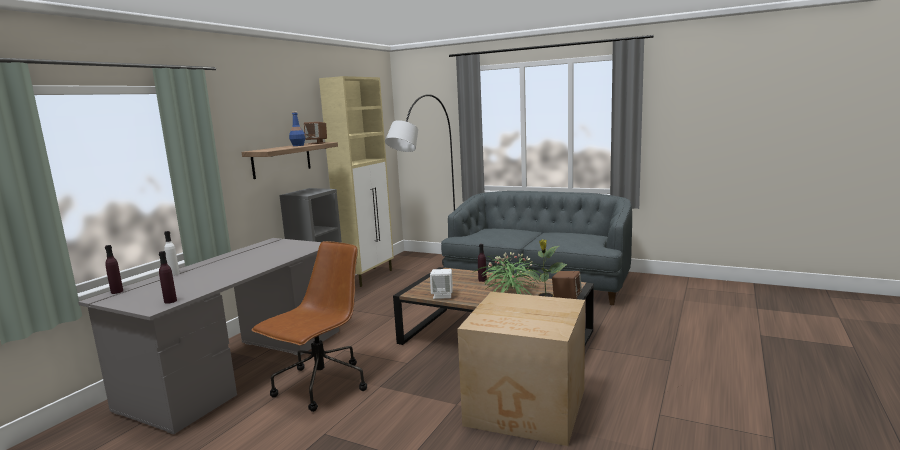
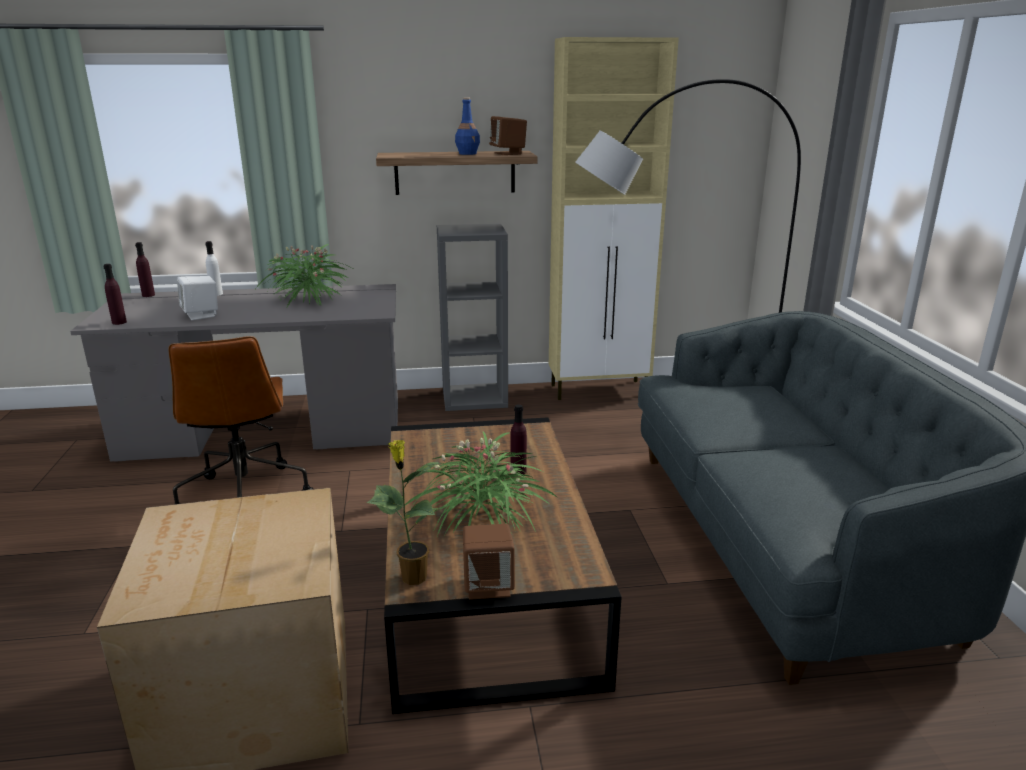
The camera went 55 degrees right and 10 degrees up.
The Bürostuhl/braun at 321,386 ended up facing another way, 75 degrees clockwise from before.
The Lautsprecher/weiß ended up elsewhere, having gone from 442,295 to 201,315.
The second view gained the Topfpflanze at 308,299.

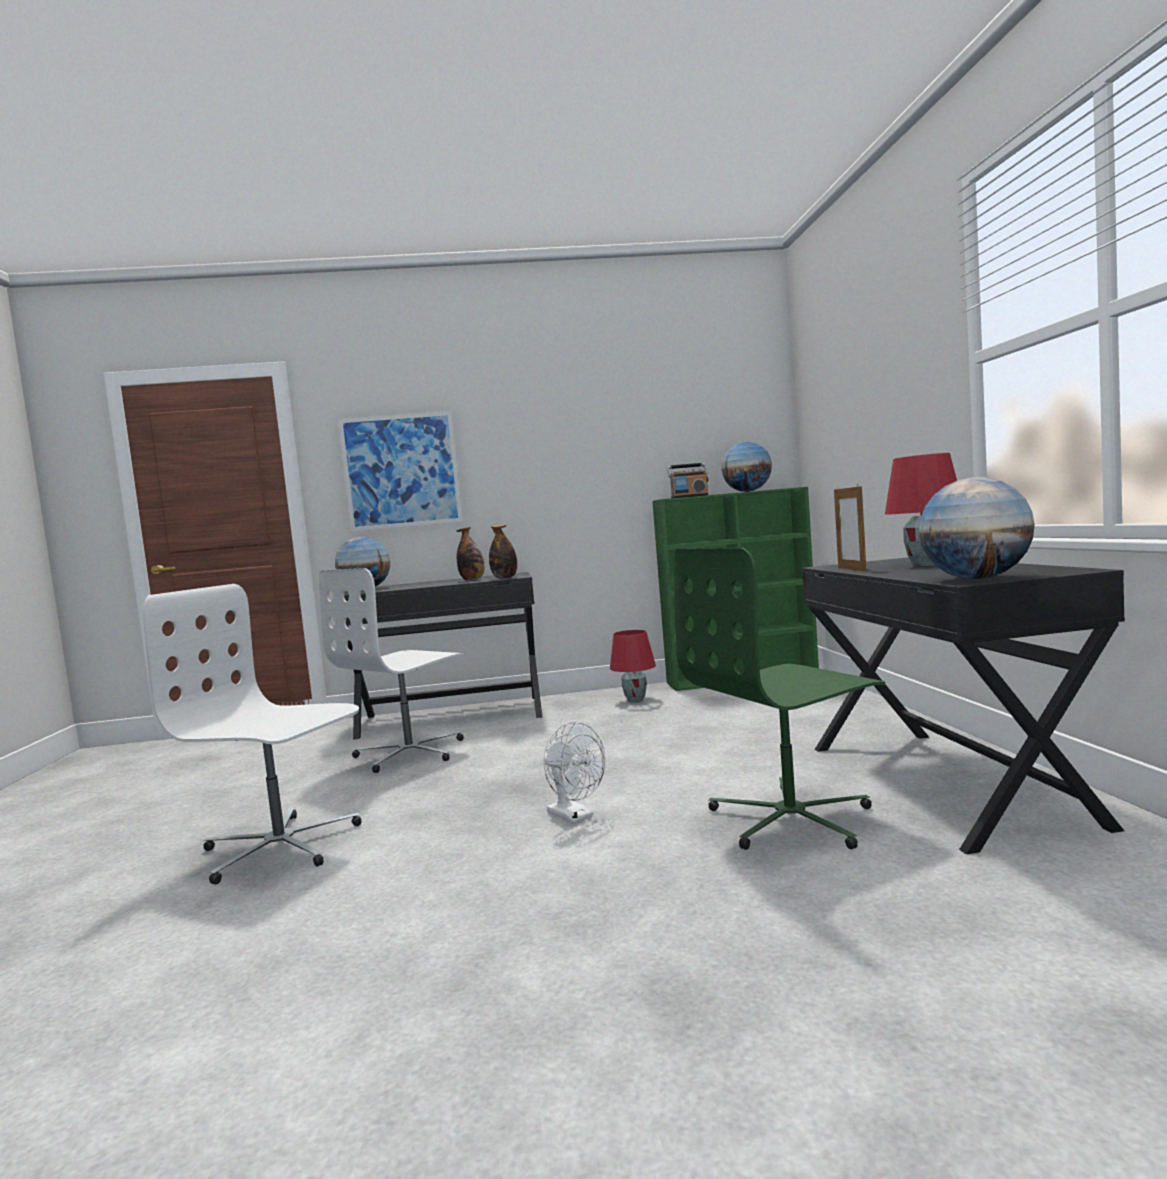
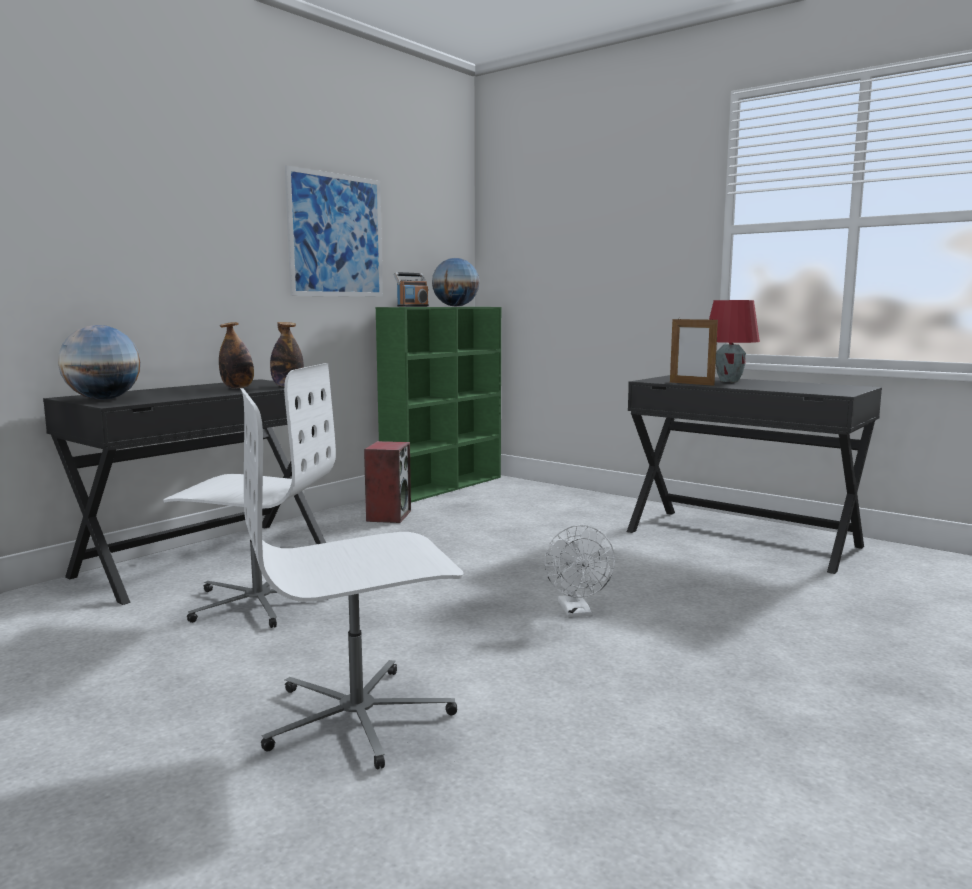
The camera went 45 degrees left and 5 degrees up.
The Bild ended up elsewhere, having gone from 401,471 to 336,235.
The second view lost the Globus at 977,579.
The second view lost the Bürostuhl/grün at 792,819.
The Bürostuhl/weiß at 410,753 ended up facing another way, 75 degrees counterclockwise from before.
Where the Tischlampe/rot stood at 635,700, the Lautsprecher came to stand at 388,515.
The Ventilator/weiß at 575,816 ended up facing another way, 75 degrees clockwise from before.

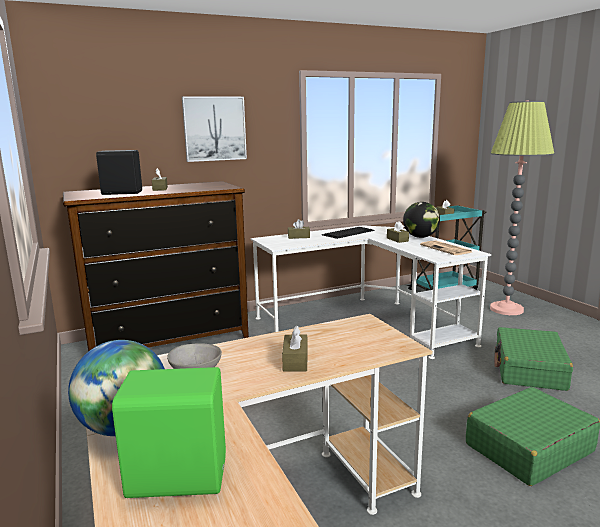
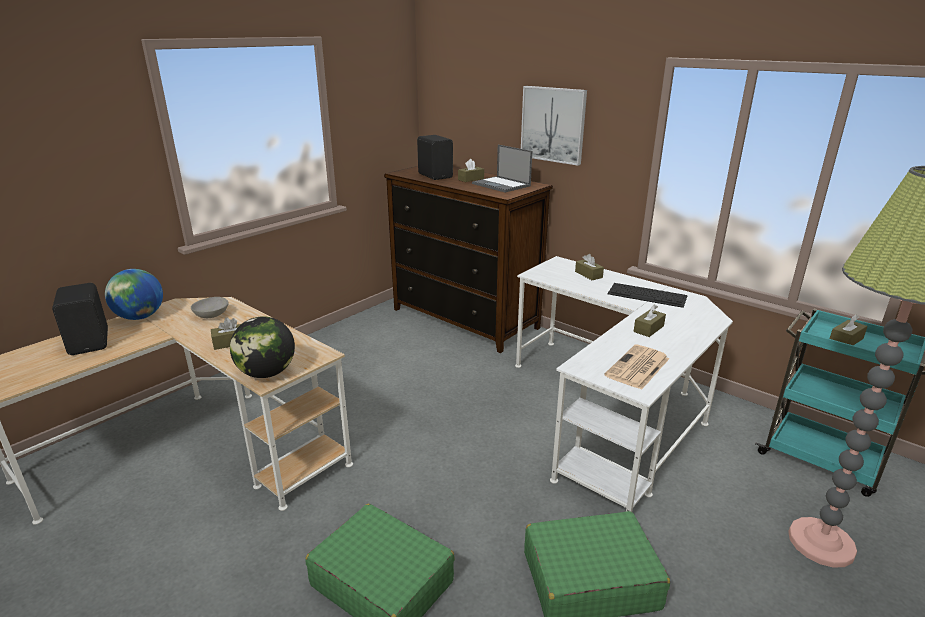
The camera went 65 degrees right and 10 degrees up.
The Globus ended up elsewhere, having gone from 420,237 to 267,373.
What was the Lautsprecher/grün at 176,475 turned into the Lautsprecher/schwarz at 91,342.
The second view gained the Laptop at 502,185.

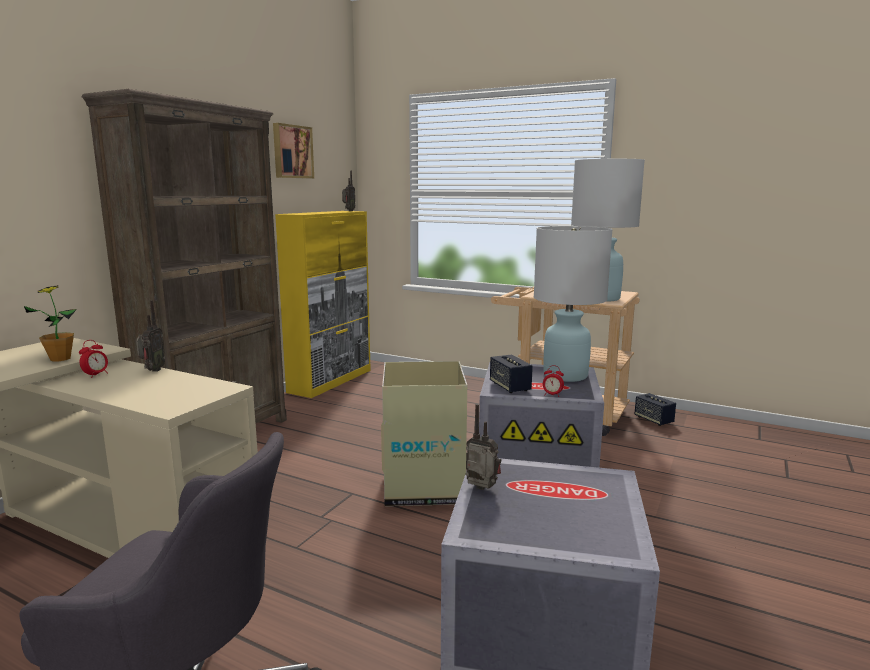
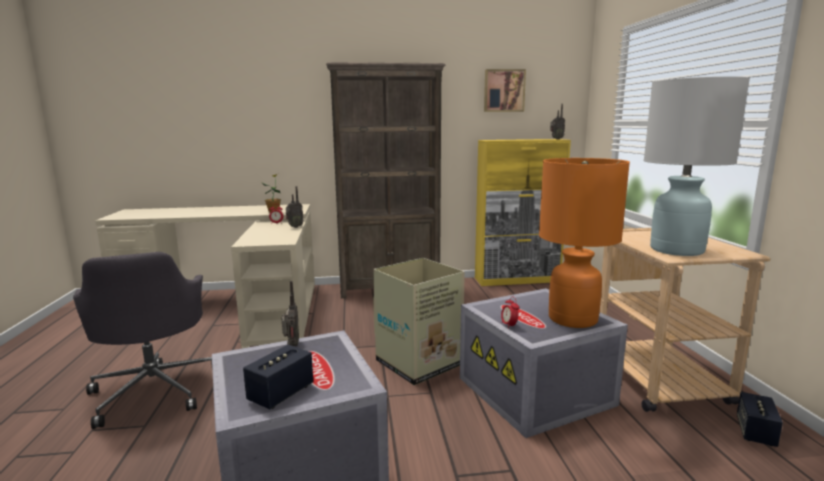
The camera went 55 degrees right and 0 degrees up.
What was the Tischlampe/weiß at 565,375 turned into the Tischlampe/orange at 572,319.
The Lautsprecher ended up elsewhere, having gone from 510,387 to 281,394.

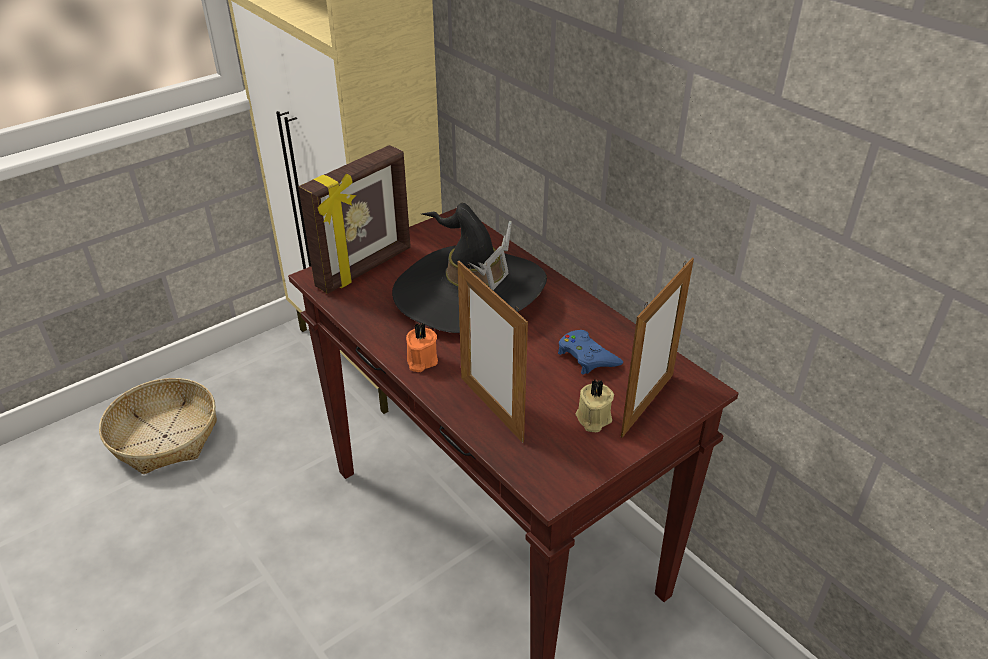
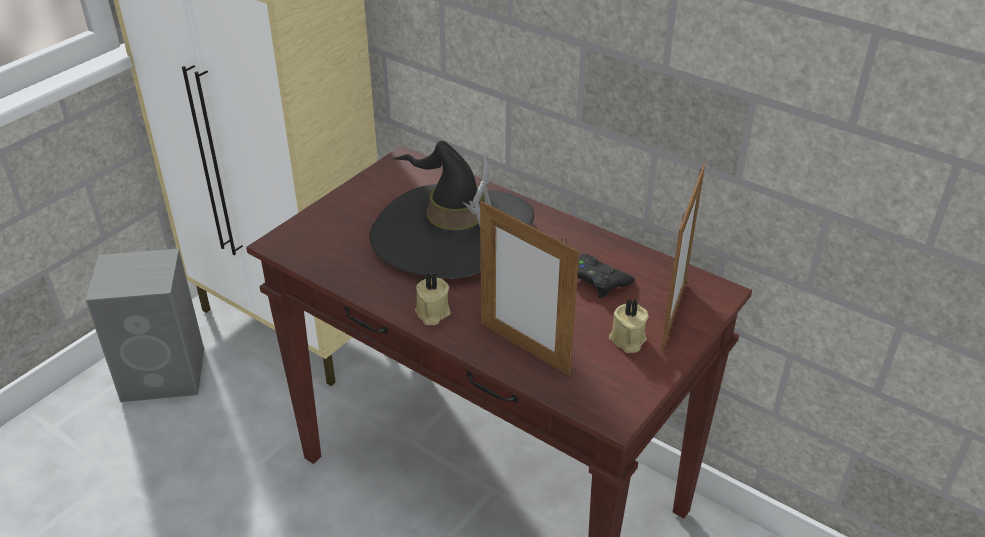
The camera went 15 degrees left and 0 degrees up.
The second view lost the Bilderrahmen at 365,268.
What was the Kerze/orange at 421,361 turned into the Kerze/beige at 431,313.
What was the Gamepad/blau at 587,357 turned into the Gamepad/schwarz at 597,280.
The second view lost the Korb at 165,436.
The second view gained the Lautsprecher/grau at 166,374.

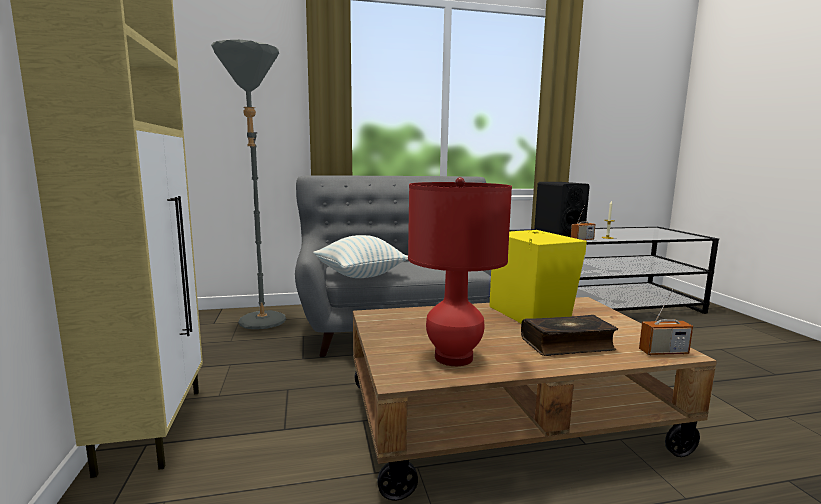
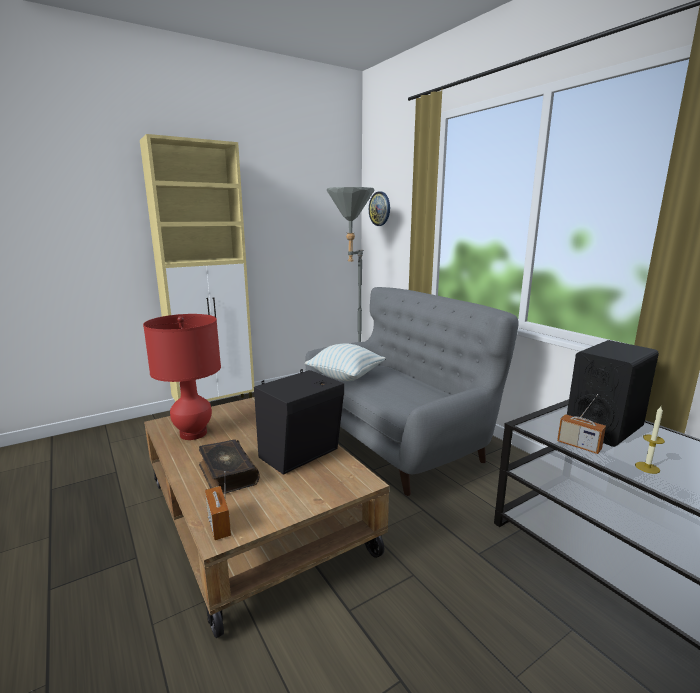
The camera went 70 degrees right and 5 degrees up.
What was the Lautsprecher/gelb at 530,313 turned into the Lautsprecher/schwarz at 302,454.
The second view gained the Wanduhr at 380,208.

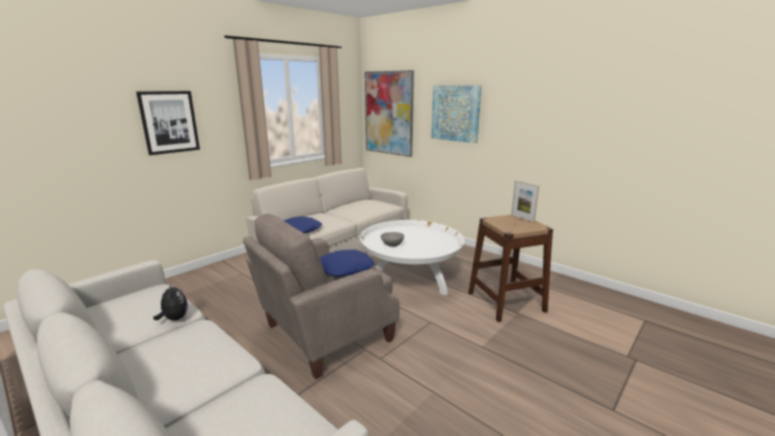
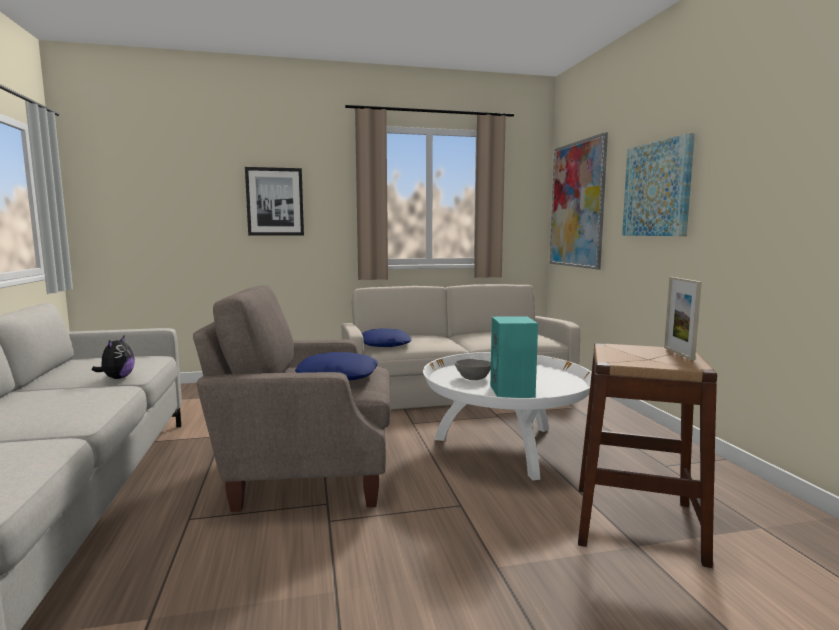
The camera went 35 degrees right and 10 degrees down.
The second view gained the Lautsprecher/türkis at 513,392.

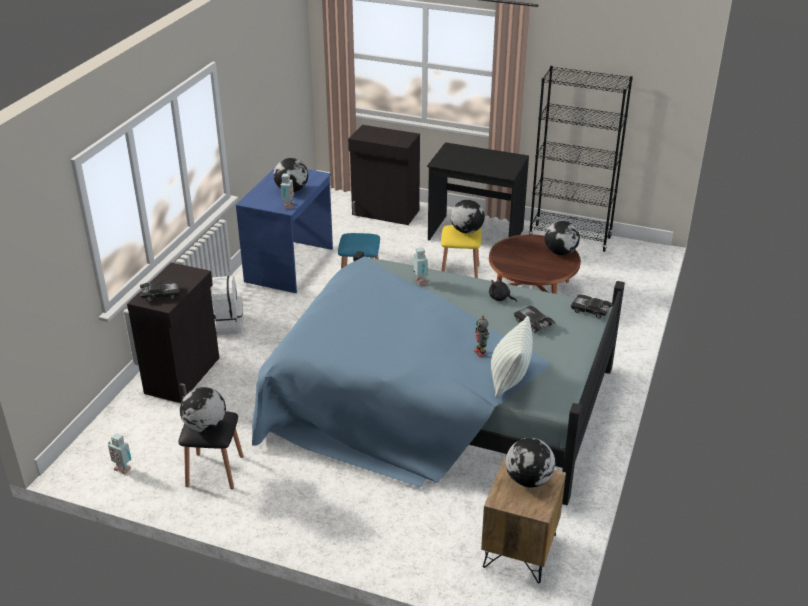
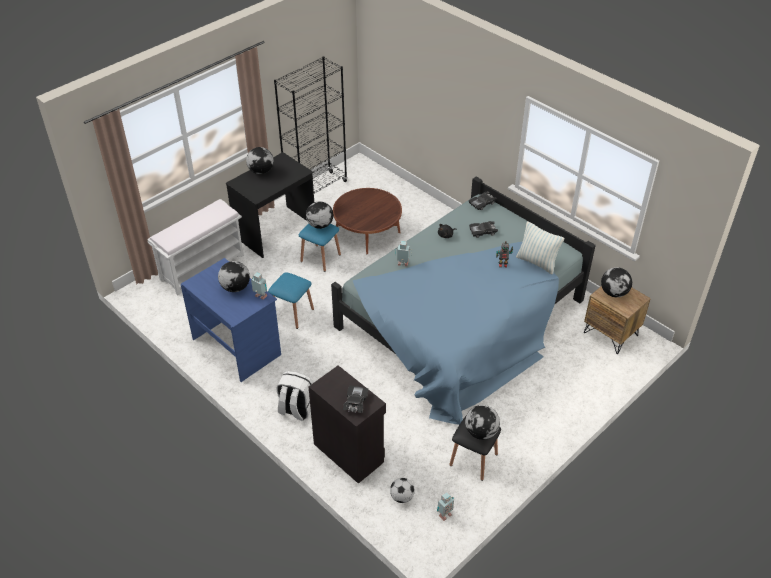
The camera went 65 degrees left and 10 degrees up.
Where the Schrank/schwarz stood at 385,213, the Bank/weiß came to stand at 203,267.
The Globus ended up elsewhere, having gone from 560,252 to 261,171.
What was the Hocker/gelb at 459,273 turned into the Hocker/blau at 320,258.
The second view gained the Fußball at 402,497.

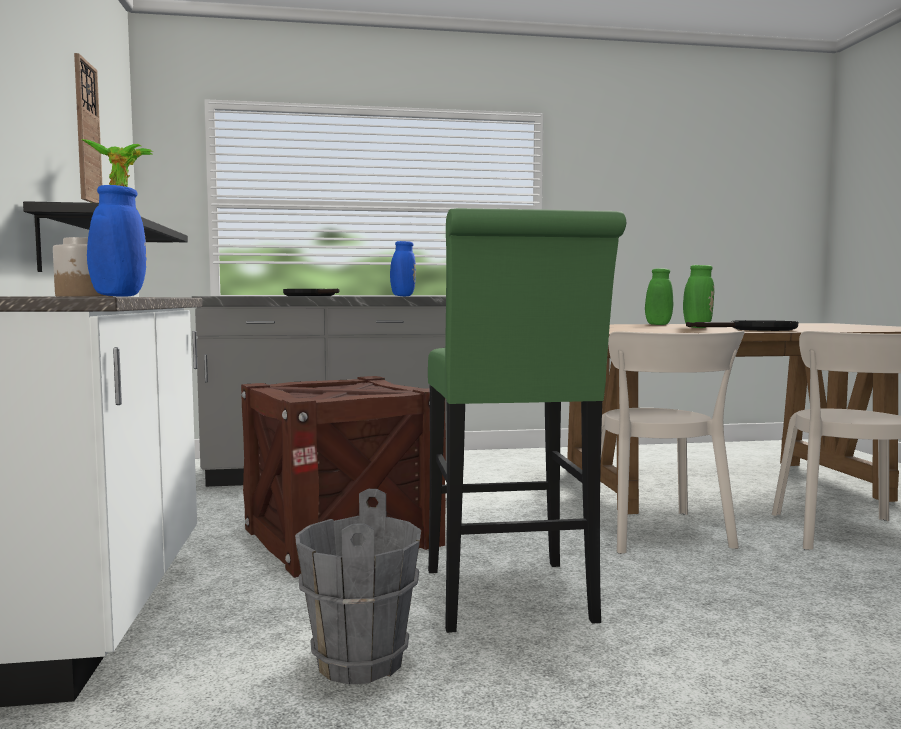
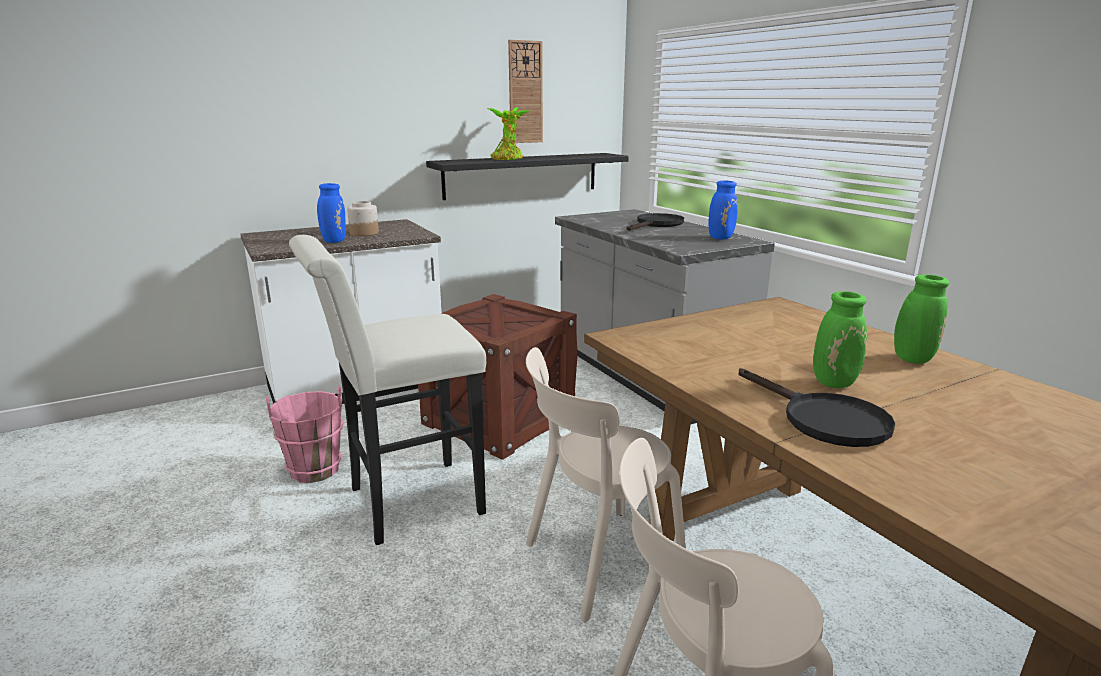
The camera went 70 degrees right and 15 degrees up.
What was the Hocker/grün at 510,601 turned into the Hocker/weiß at 405,503.
What was the Eimer/grau at 359,661 turned into the Eimer/rosa at 314,469.

